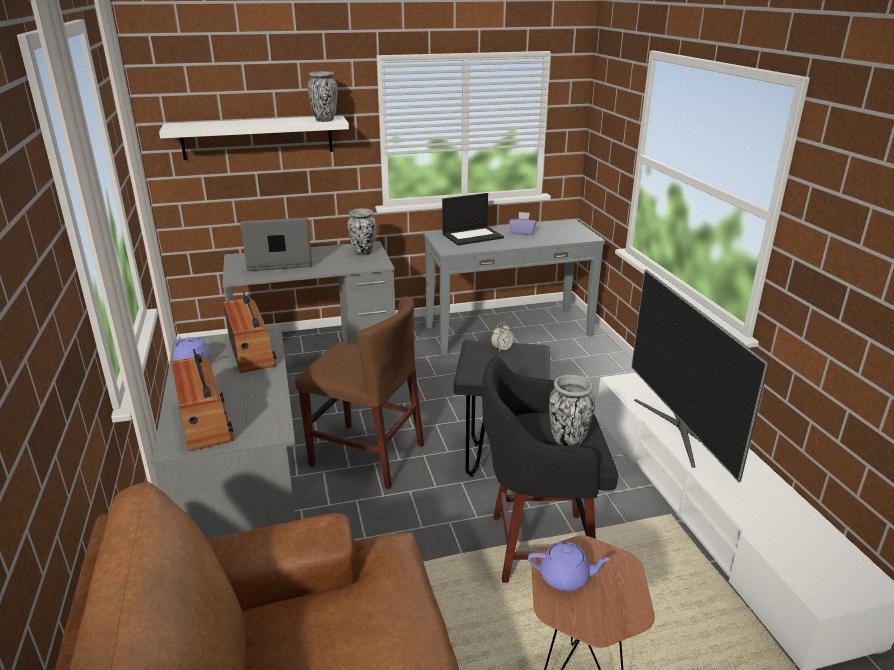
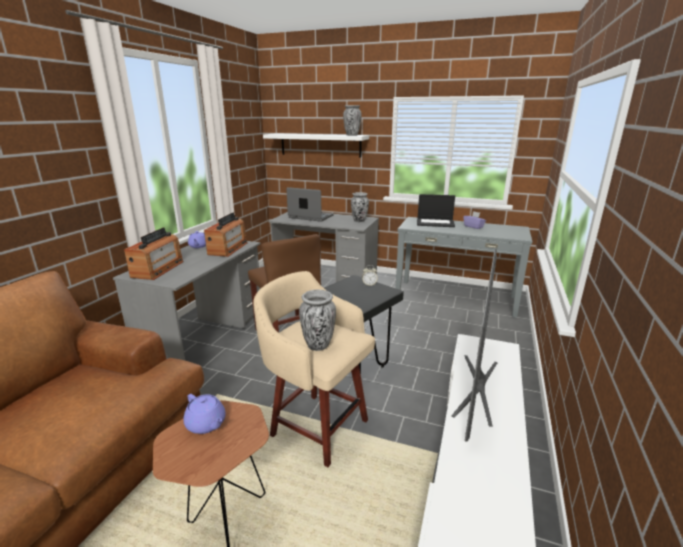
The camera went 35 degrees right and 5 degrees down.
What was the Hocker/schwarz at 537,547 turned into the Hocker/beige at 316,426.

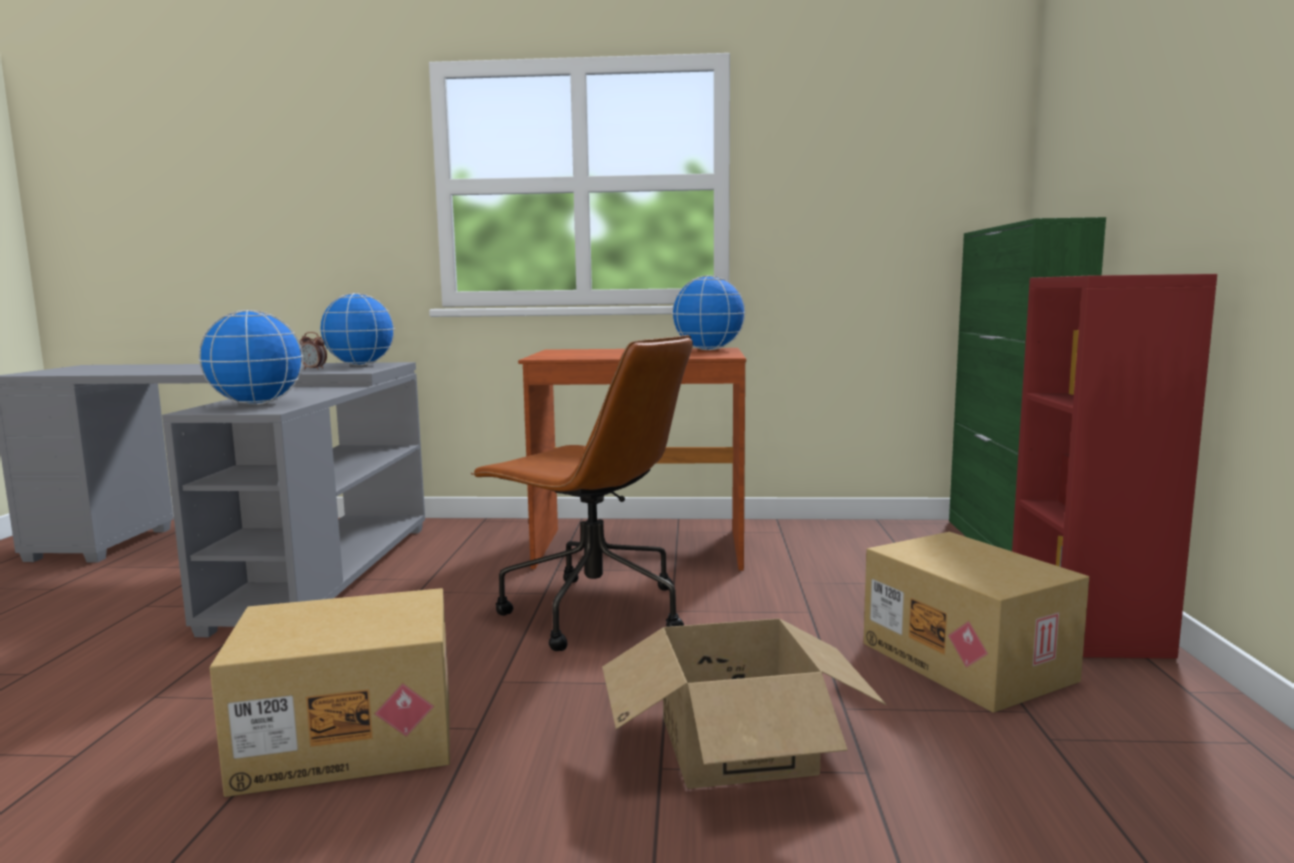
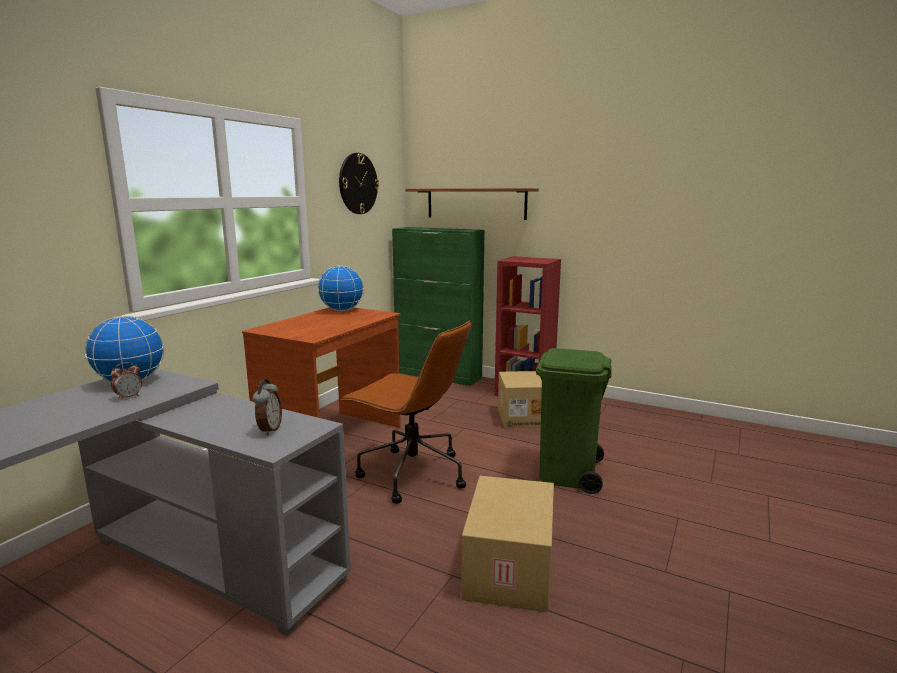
The camera went 65 degrees left and 5 degrees up.
Where the Globus stood at 256,404, the Wecker came to stand at 269,430.
The Bürostuhl/braun at 592,612 ended up facing another way, 60 degrees clockwise from before.
Where the Karton stood at 735,745, the Mülleimer/grün came to stand at 568,473.
The second view gained the Wanduhr at 358,183.
The second view gained the Wandregal at 475,203.

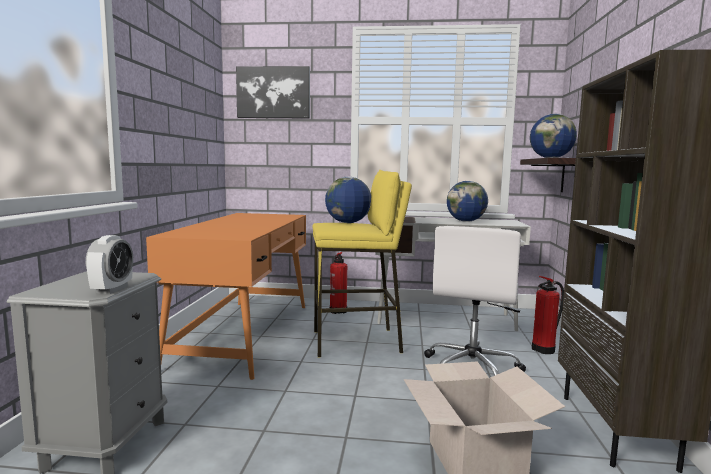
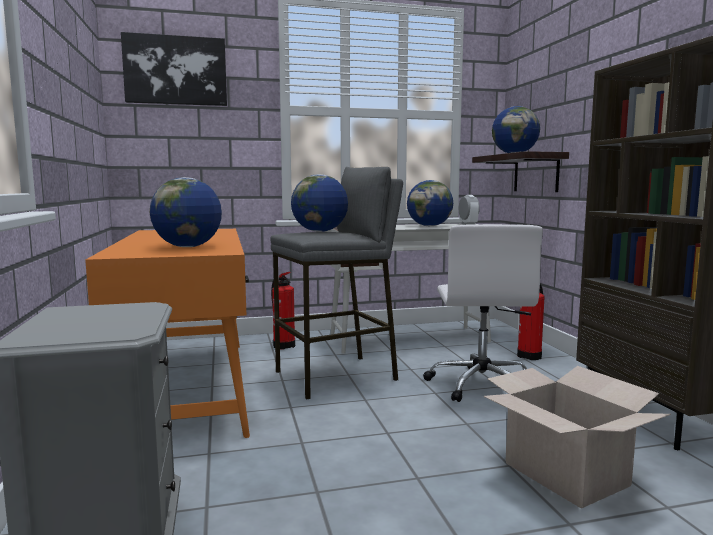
The camera went 20 degrees left and 0 degrees up.
What was the Hocker/gelb at 356,342 turned into the Hocker/grau at 337,376.
The Wecker ended up elsewhere, having gone from 112,289 to 468,224.
The second view gained the Globus at 188,247.

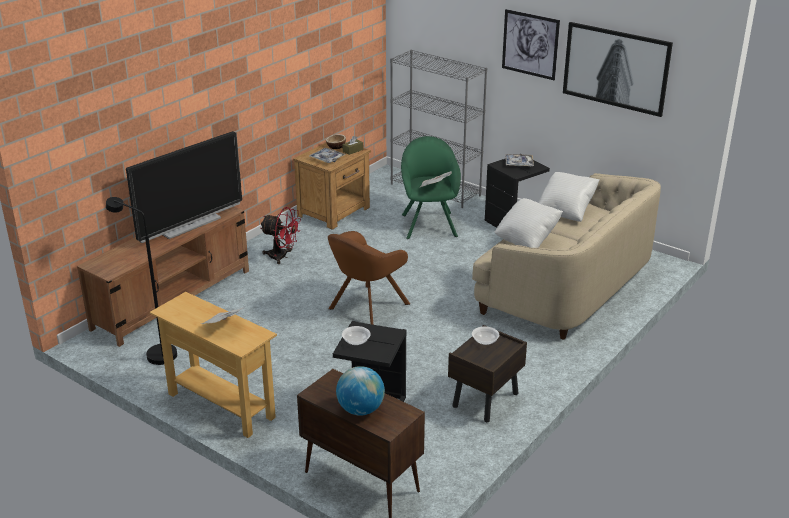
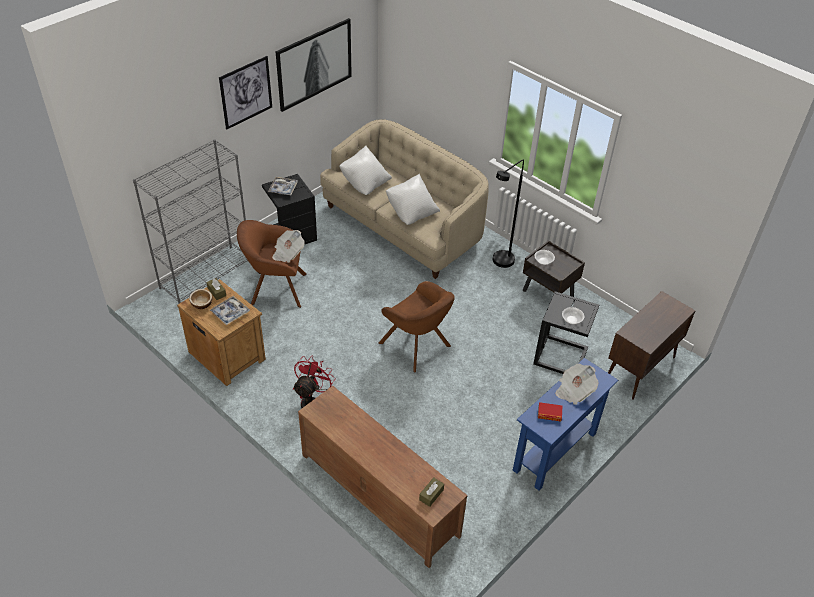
The camera went 85 degrees left and 15 degrees up.
The second view lost the Fernseher at 189,225.
What was the Sessel/grün at 429,223 turned into the Sessel/braun at 275,288.
The Stehlampe/schwarz ended up elsewhere, having gone from 155,353 to 500,263.
What was the Konsolentisch/beige at 221,405 turned into the Konsolentisch/blau at 555,451.
The second view lost the Globus at 360,410.
The second view gained the Buch at 549,414.
The second view gained the Taschentuchbox/braun at 431,494.

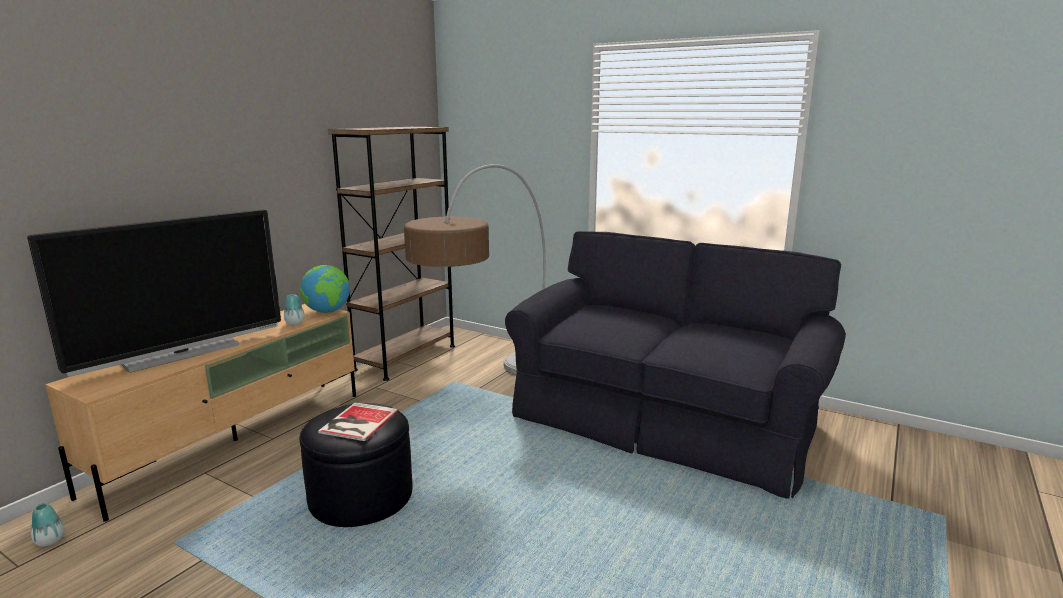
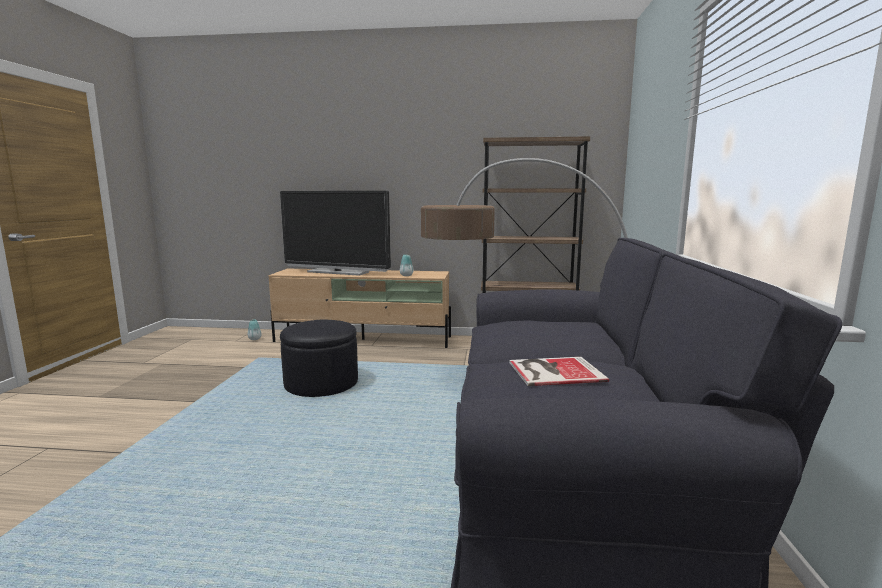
The camera went 65 degrees right and 5 degrees down.
The second view lost the Globus at 327,312.
The Buch ended up elsewhere, having gone from 357,422 to 553,371.

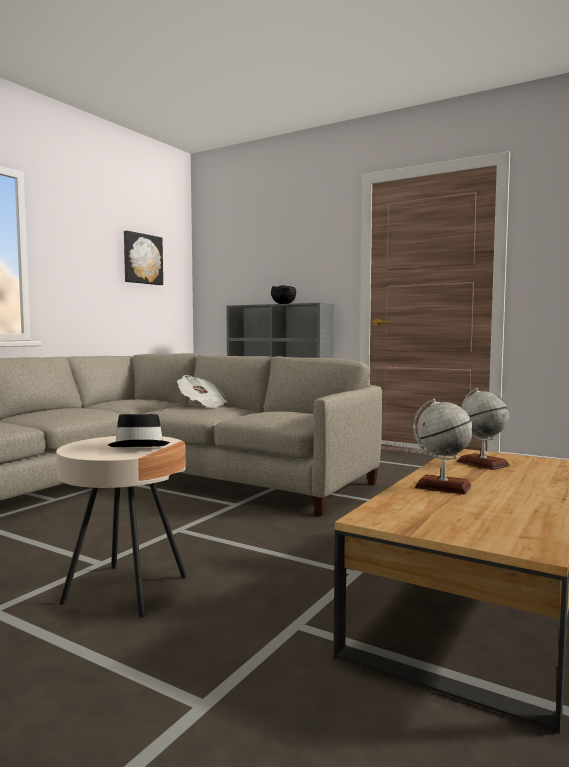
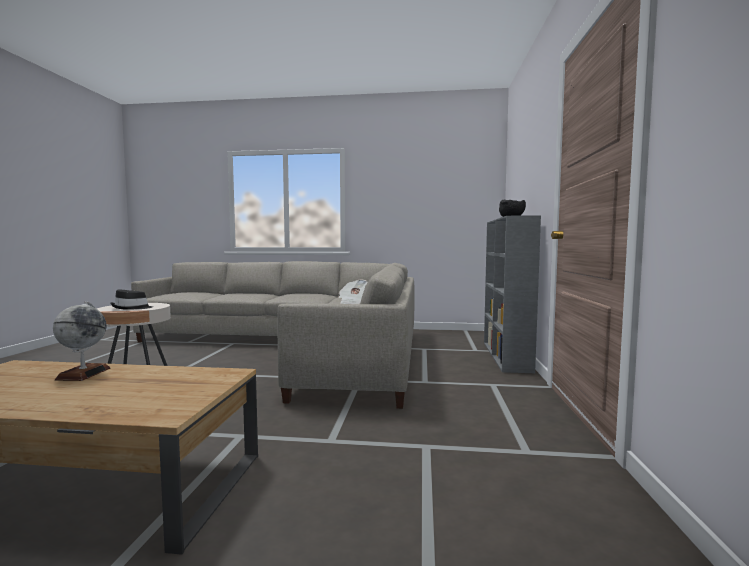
The camera went 65 degrees right and 0 degrees up.
The second view lost the Bild at 142,259.
The second view lost the Globus at 482,463.

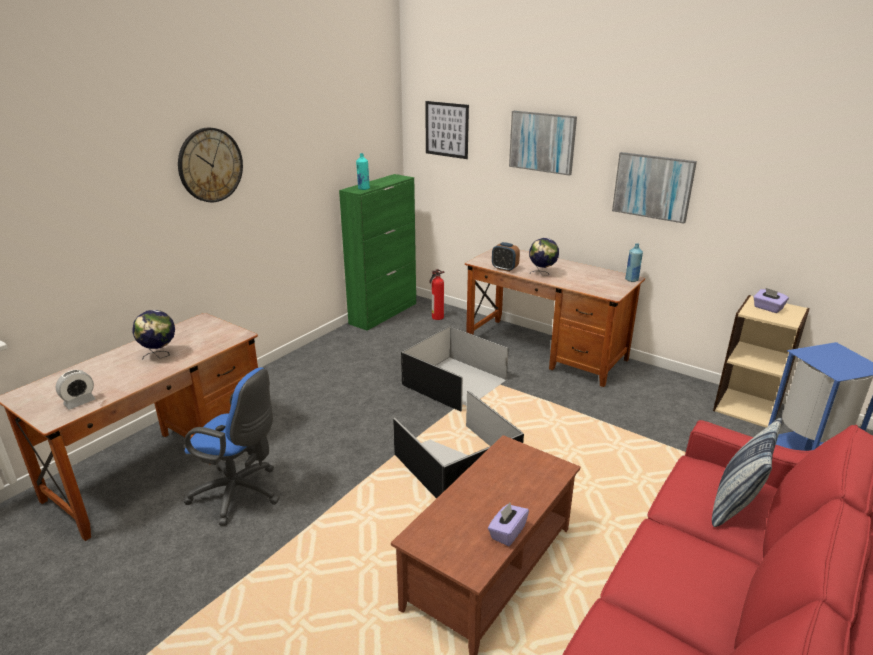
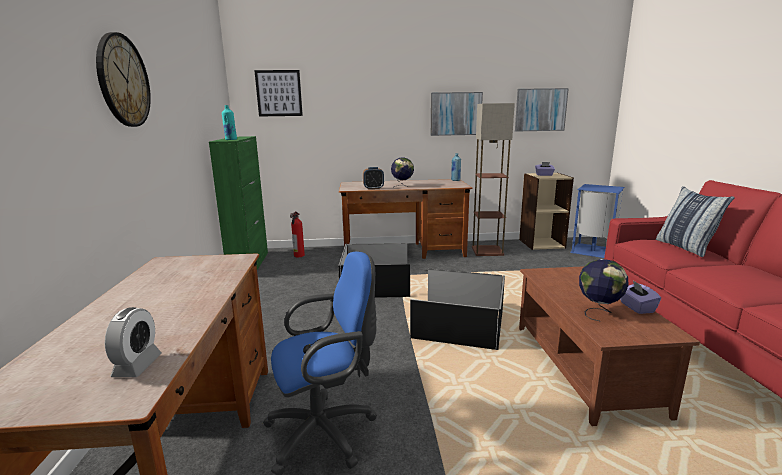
The camera went 40 degrees left and 10 degrees down.
The Bild ended up elsewhere, having gone from 542,142 to 540,110.
The Globus ended up elsewhere, having gone from 160,356 to 598,313.
The second view gained the Stehlampe at 487,251.

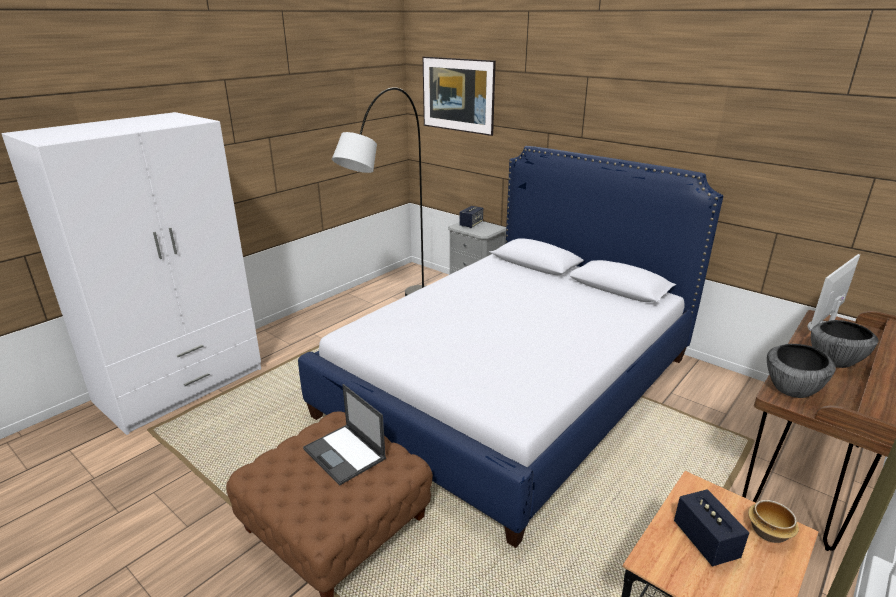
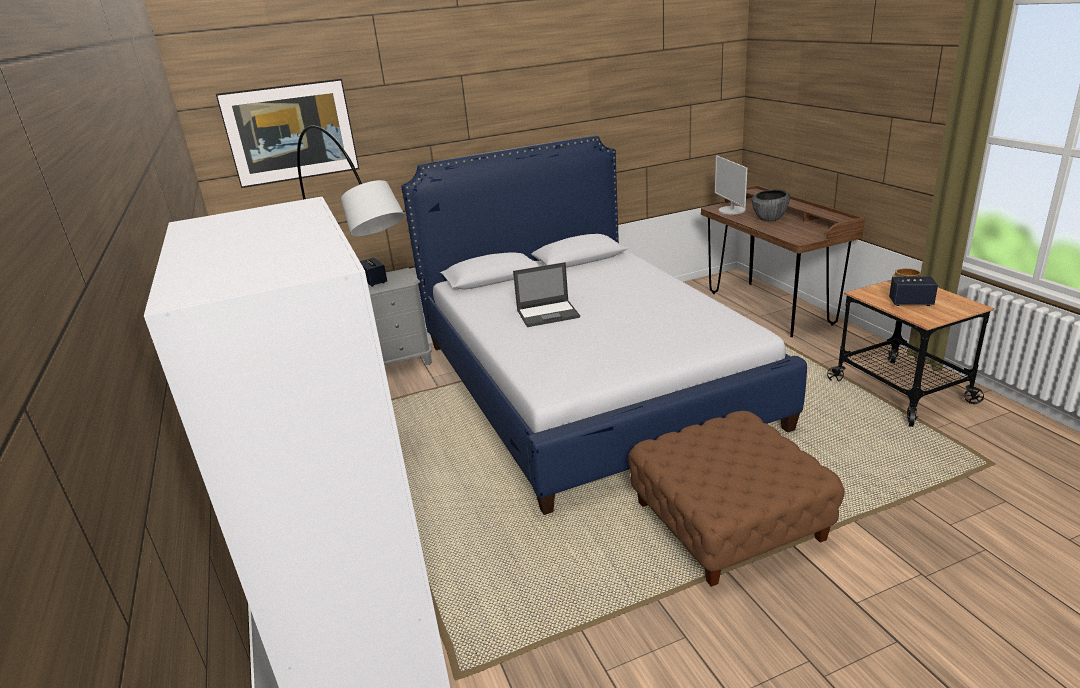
The camera went 60 degrees left and 0 degrees up.
The second view lost the Schüssel at 791,390.
The Laptop ended up elsewhere, having gone from 345,454 to 548,313.

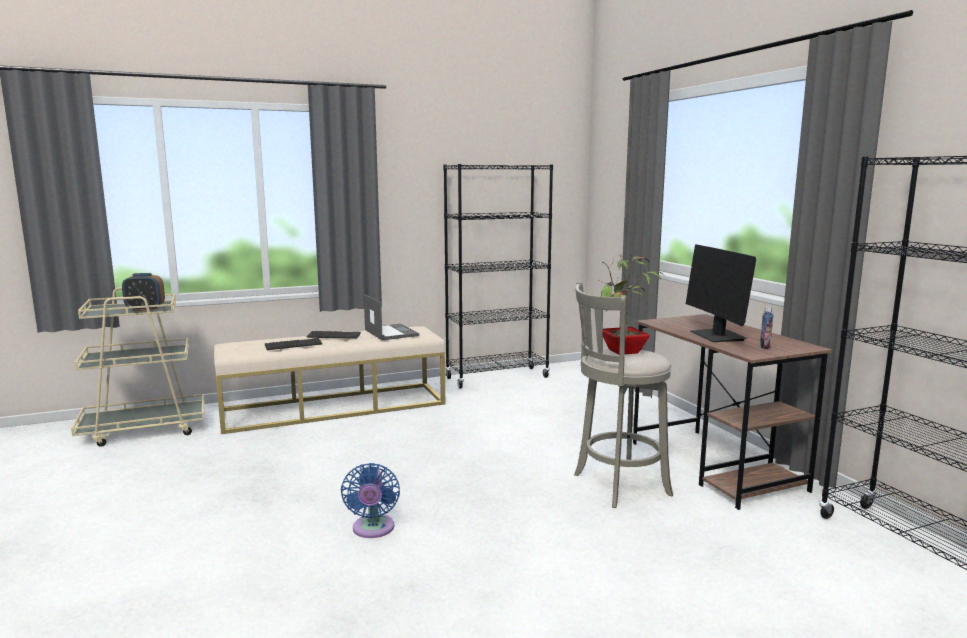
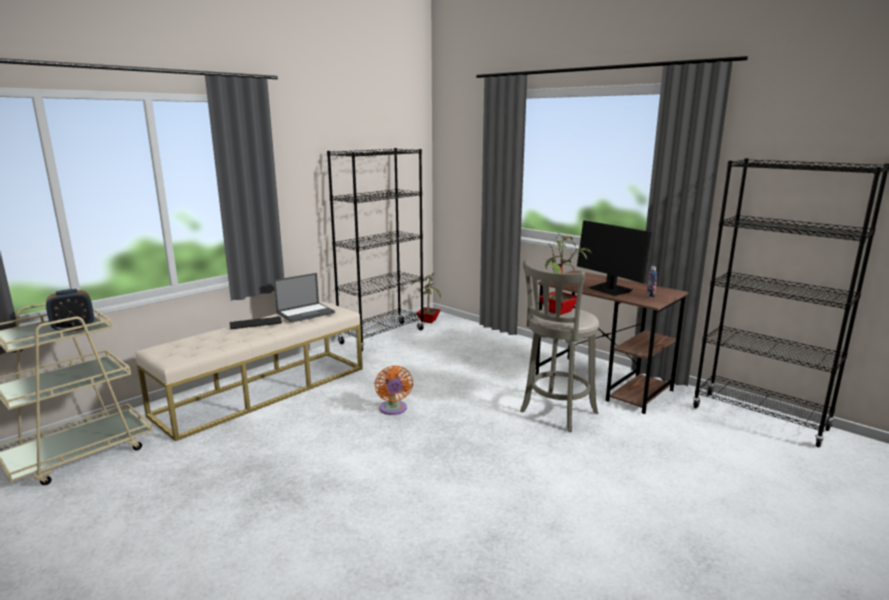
The camera went 25 degrees left and 5 degrees up.
The Laptop at 390,332 ended up facing another way, 105 degrees clockwise from before.
The second view lost the Tastatur at 293,345.
The second view lost the Ventilator/blau at 373,530.
The second view gained the Topfpflanze at 427,320.
The second view gained the Ventilator/orange at 393,409.

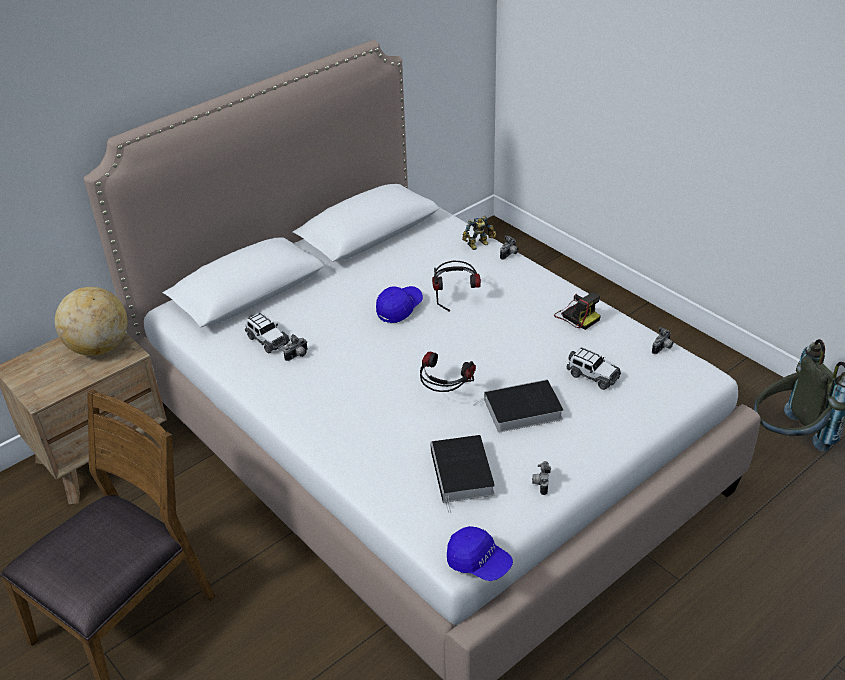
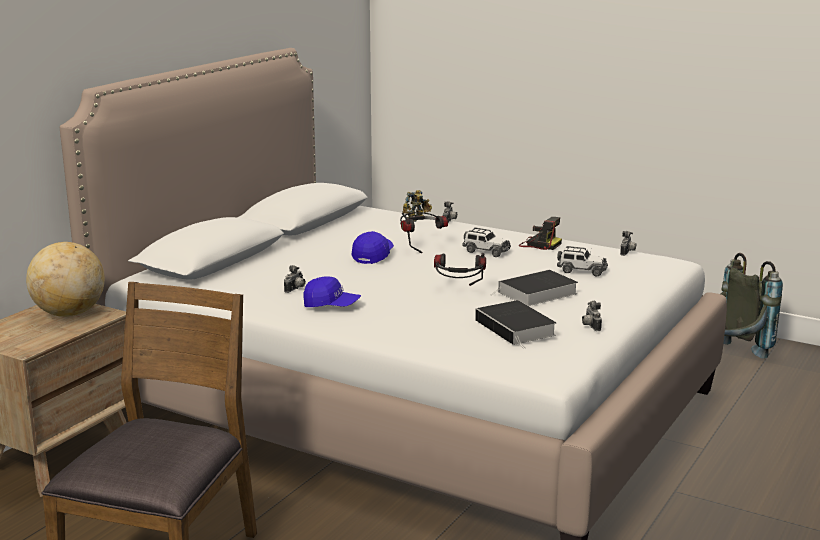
The camera went 20 degrees left and 20 degrees down.
The Spielzeugauto ended up elsewhere, having gone from 267,340 to 486,251.
The Kappe/blau ended up elsewhere, having gone from 478,562 to 331,306.

